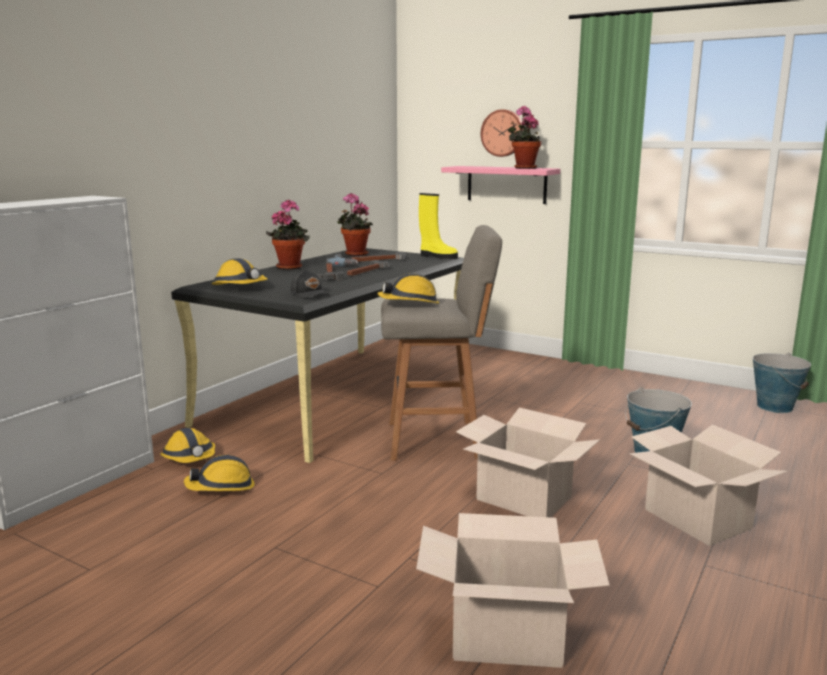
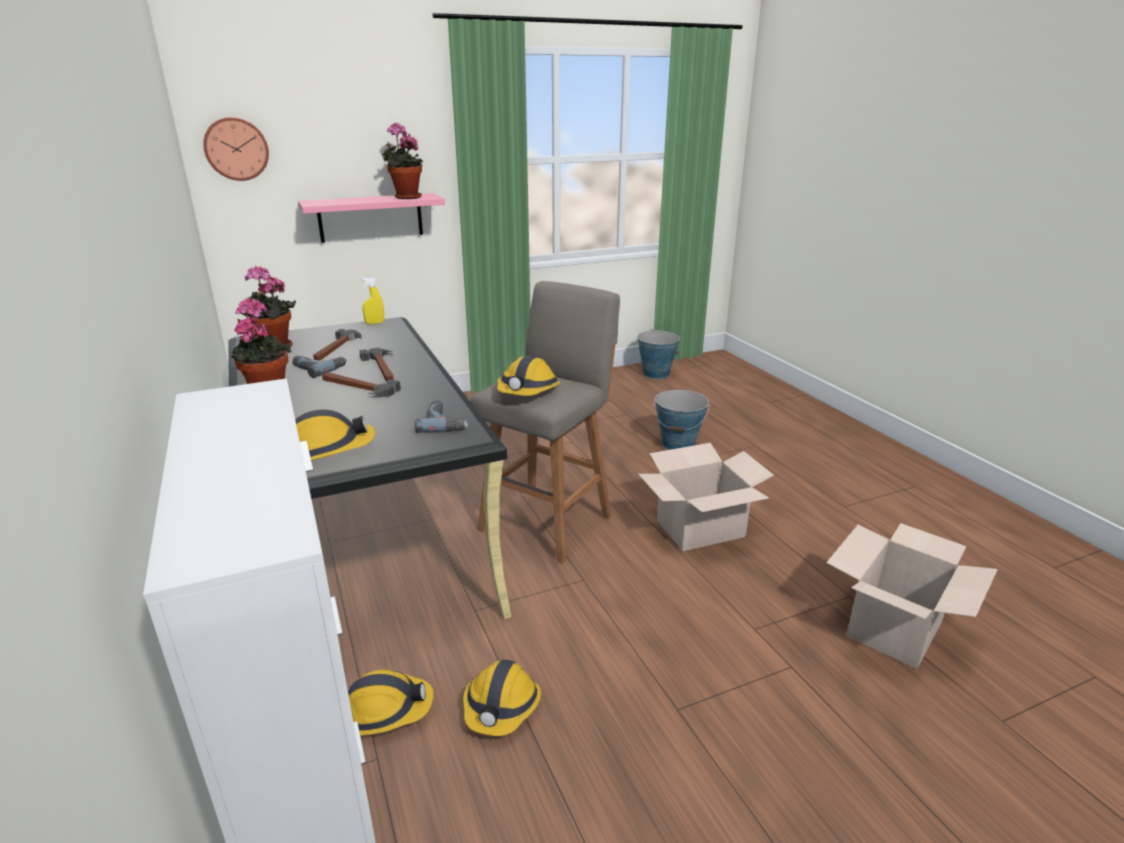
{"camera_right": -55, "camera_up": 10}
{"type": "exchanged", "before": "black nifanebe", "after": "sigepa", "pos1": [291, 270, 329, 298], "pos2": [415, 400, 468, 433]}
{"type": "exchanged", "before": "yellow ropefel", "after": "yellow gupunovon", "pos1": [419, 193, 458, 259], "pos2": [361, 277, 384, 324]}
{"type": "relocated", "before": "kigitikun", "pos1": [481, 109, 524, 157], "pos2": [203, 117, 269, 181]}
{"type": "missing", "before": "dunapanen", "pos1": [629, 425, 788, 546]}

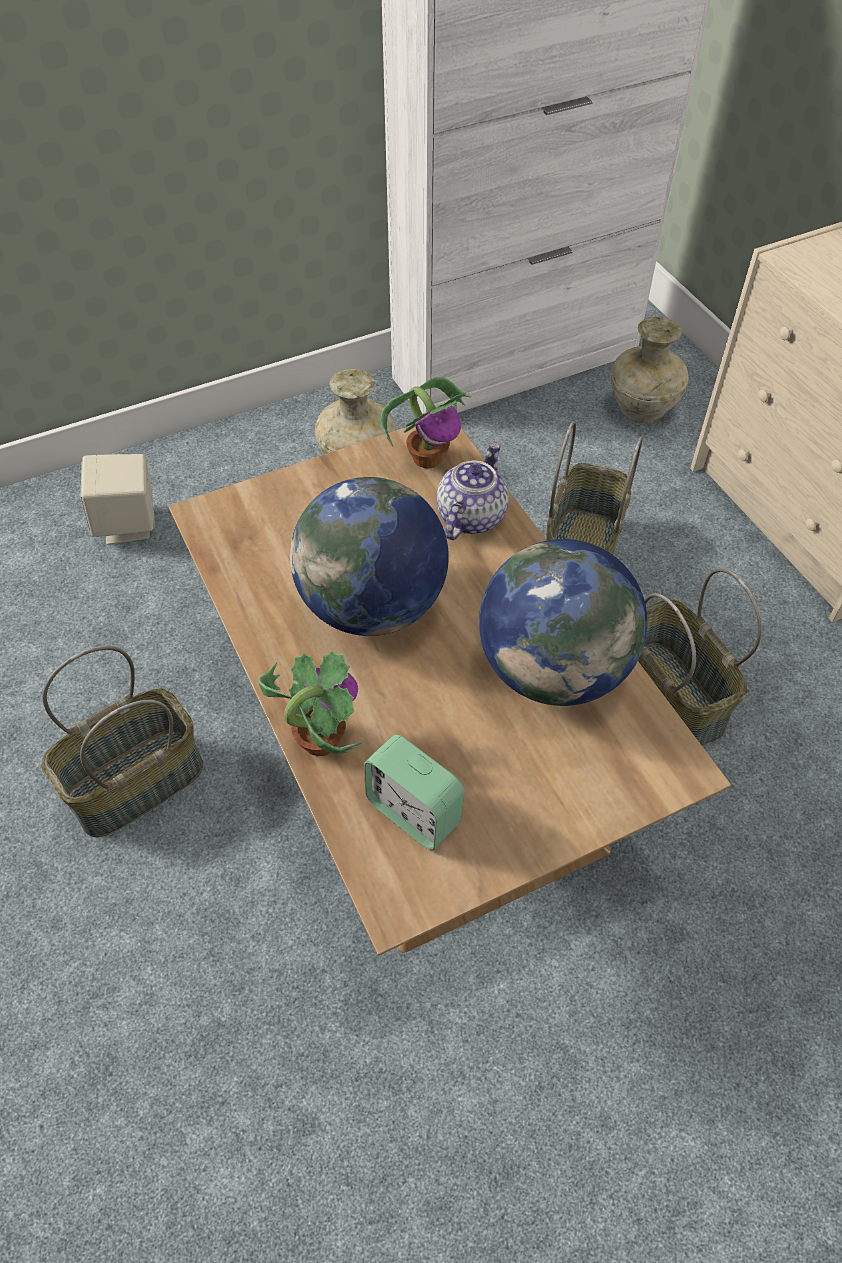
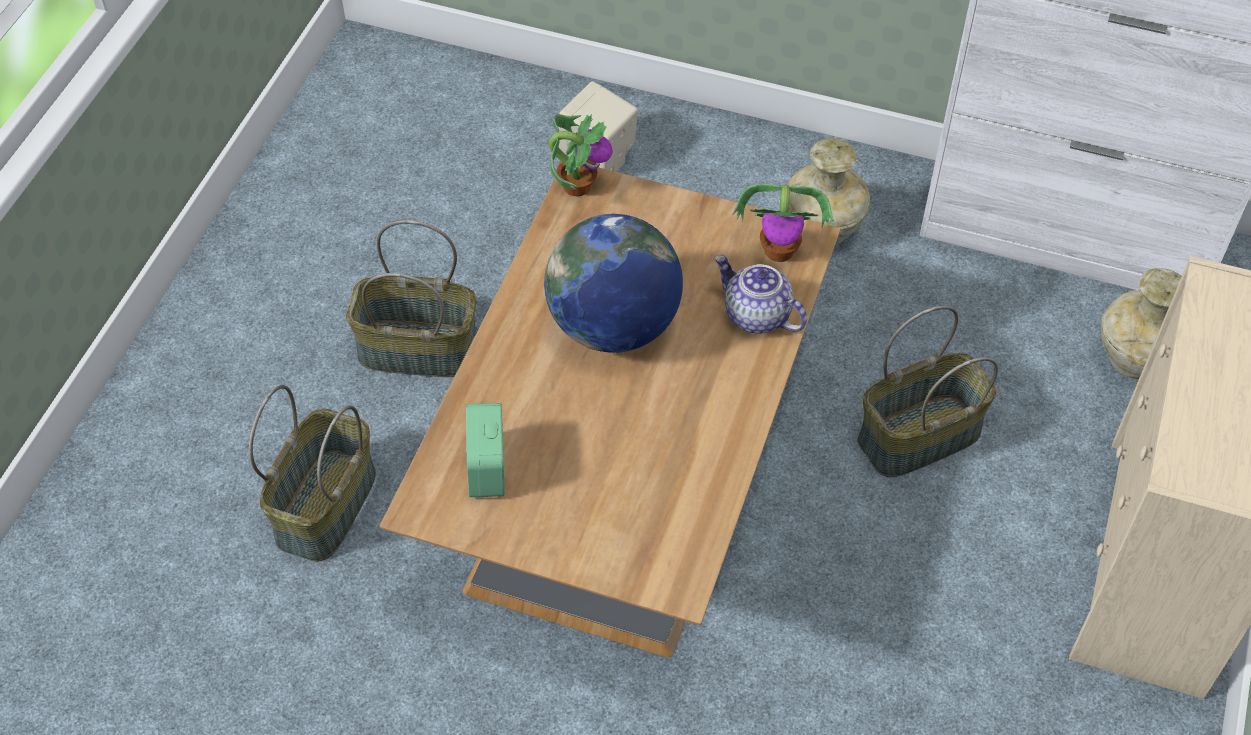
{"camera_right": 45, "camera_up": 0}
{"type": "relocated", "before": "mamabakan", "pos1": [258, 650, 363, 756], "pos2": [549, 114, 613, 196]}
{"type": "spun", "before": "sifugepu", "pos1": [437, 442, 509, 540], "pos2": [714, 255, 807, 334], "turn": -120}
{"type": "missing", "before": "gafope", "pos1": [479, 539, 647, 706]}
{"type": "relocated", "before": "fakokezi", "pos1": [638, 568, 762, 746], "pos2": [249, 385, 376, 562]}

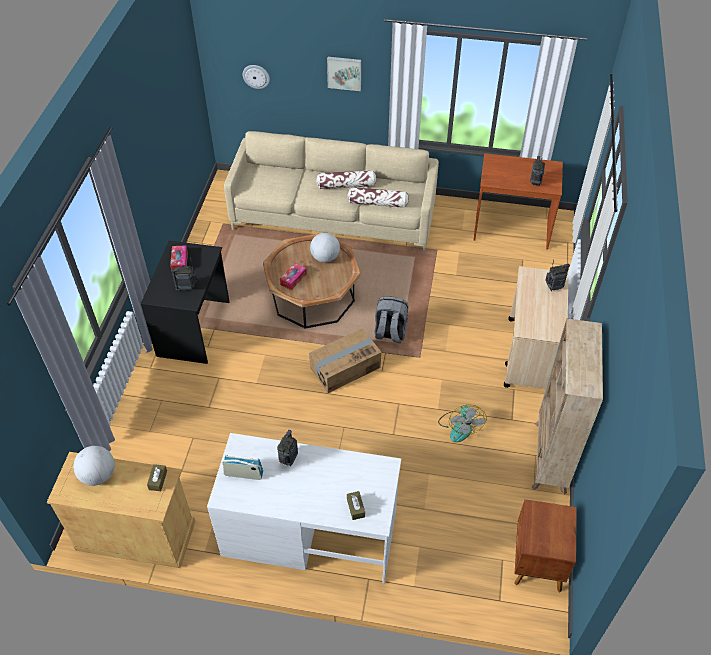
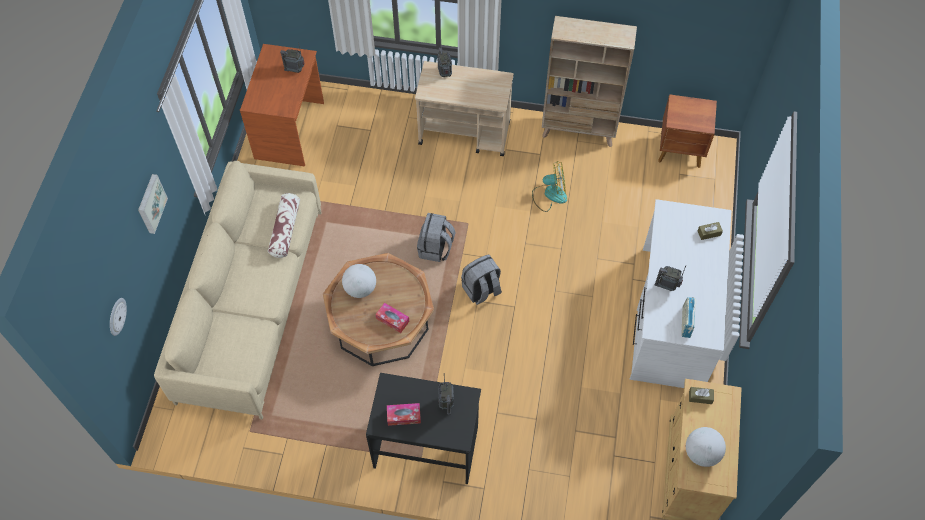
{"camera_right": -90, "camera_up": 10}
{"type": "exchanged", "before": "dunapanen", "after": "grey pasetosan", "pos1": [309, 328, 381, 393], "pos2": [461, 255, 502, 305]}
{"type": "missing", "before": "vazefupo", "pos1": [316, 170, 376, 189]}

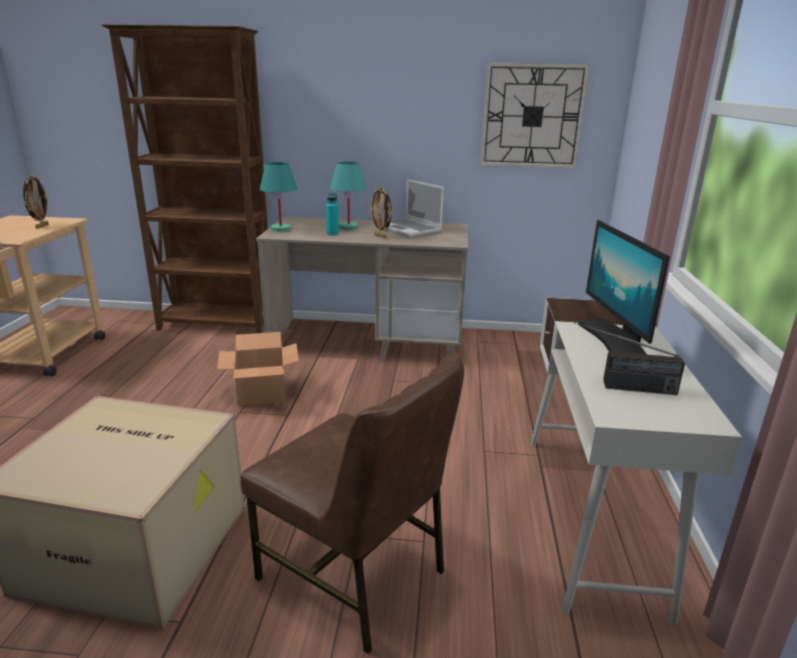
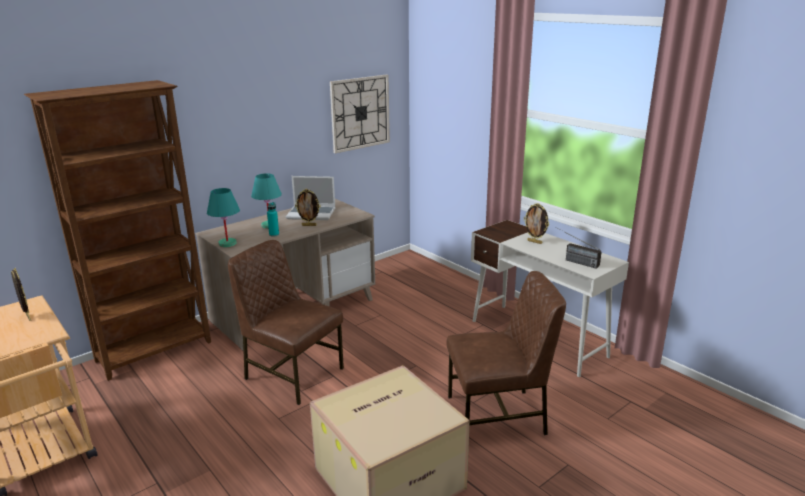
{"camera_right": -45, "camera_up": 0}
{"type": "exchanged", "before": "dunapanen", "after": "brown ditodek", "pos1": [217, 332, 299, 406], "pos2": [228, 240, 344, 405]}
{"type": "spun", "before": "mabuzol", "pos1": [574, 322, 685, 395], "pos2": [555, 227, 602, 269], "turn": 75}
{"type": "exchanged", "before": "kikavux", "after": "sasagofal", "pos1": [578, 220, 670, 355], "pos2": [524, 203, 549, 244]}

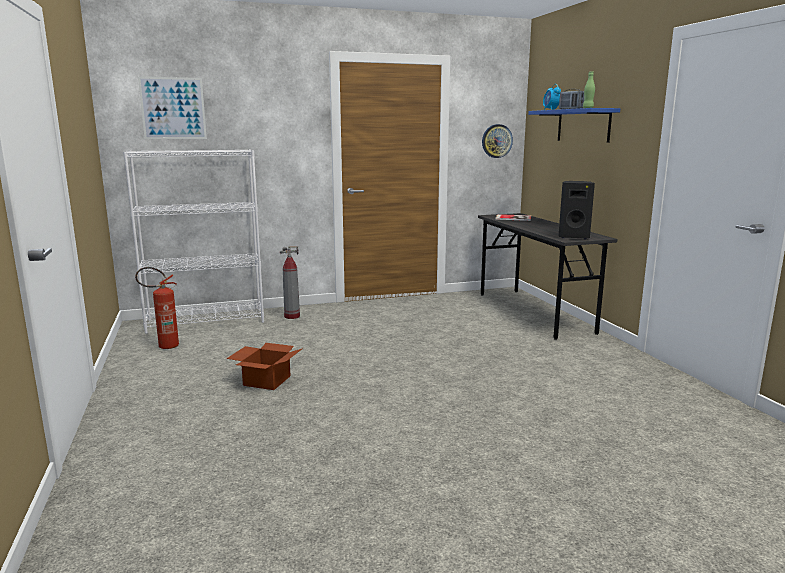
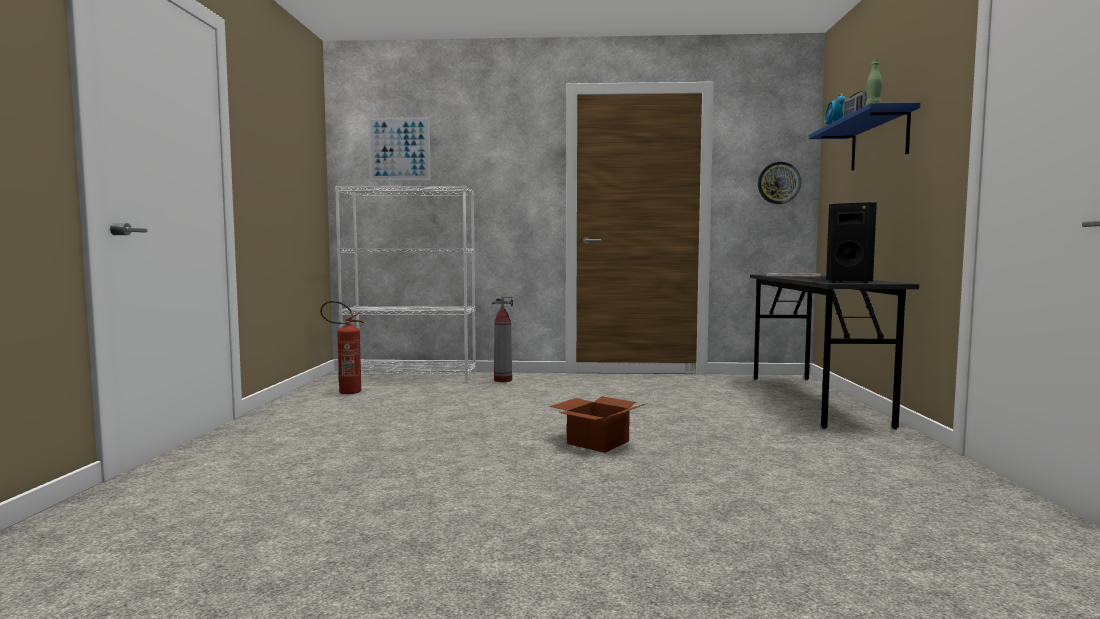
{"camera_right": 20, "camera_up": -10}
{"type": "relocated", "before": "dunapanen", "pos1": [226, 343, 303, 390], "pos2": [550, 396, 647, 453]}

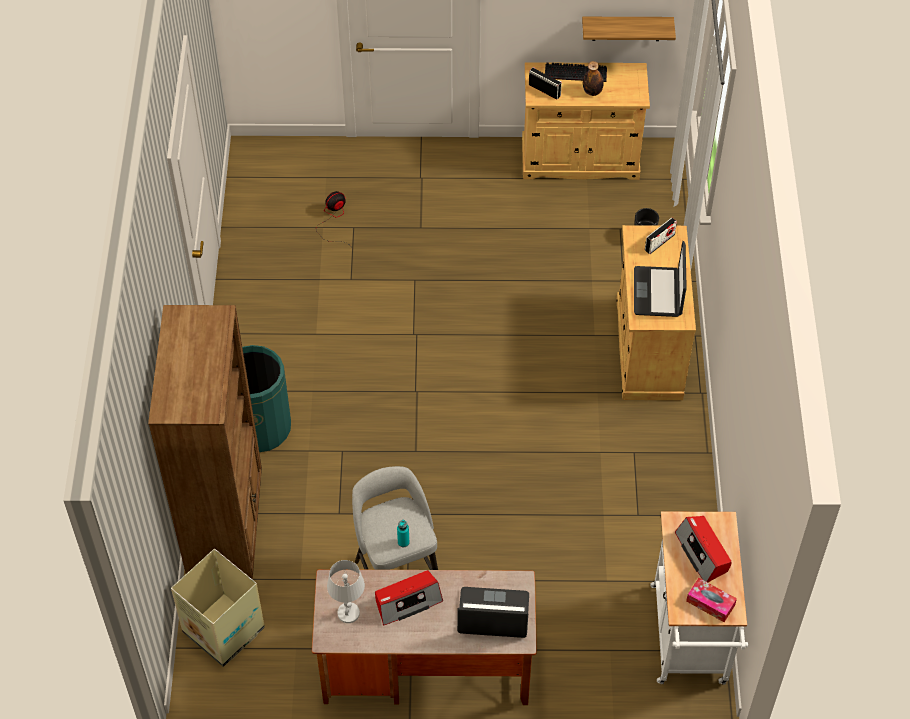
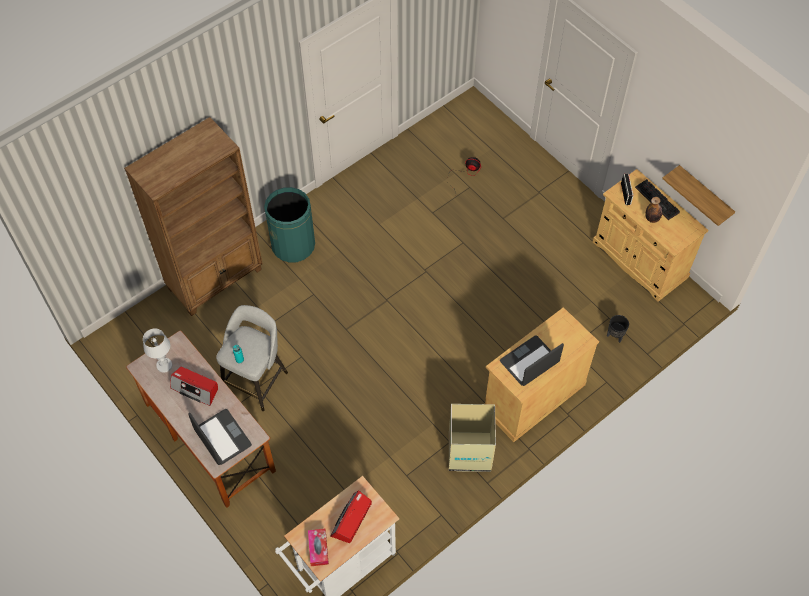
{"camera_right": 50, "camera_up": 5}
{"type": "relocated", "before": "dunapanen", "pos1": [171, 549, 265, 667], "pos2": [449, 404, 496, 472]}
{"type": "missing", "before": "mabuzol", "pos1": [645, 217, 677, 254]}

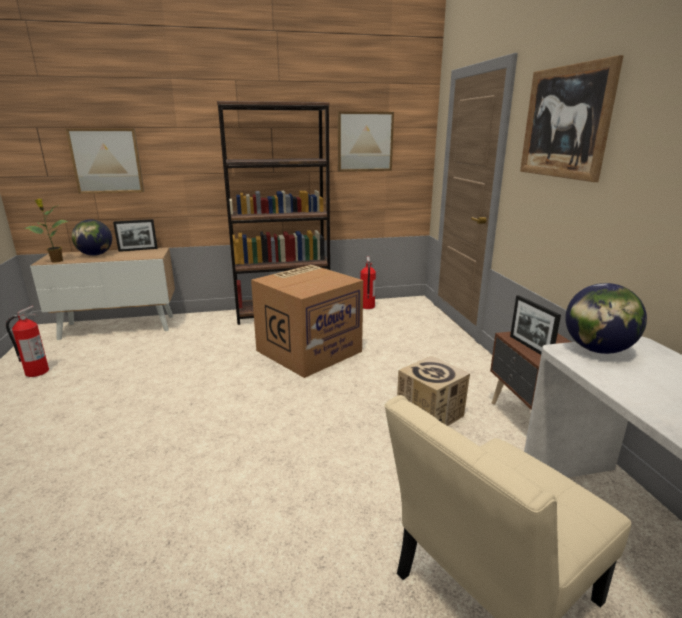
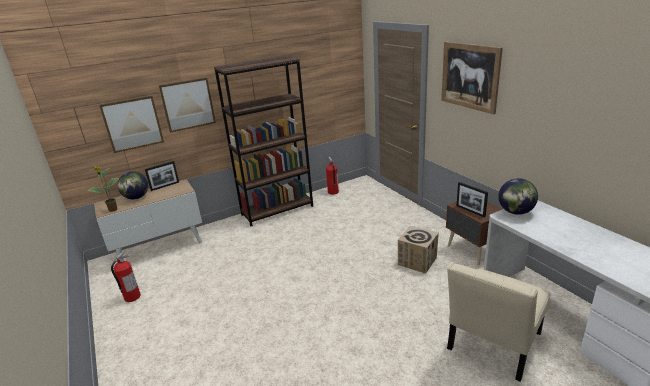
{"camera_right": -15, "camera_up": 5}
{"type": "missing", "before": "dunapanen", "pos1": [251, 265, 363, 378]}
{"type": "relocated", "before": "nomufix", "pos1": [338, 111, 394, 172], "pos2": [158, 78, 216, 133]}

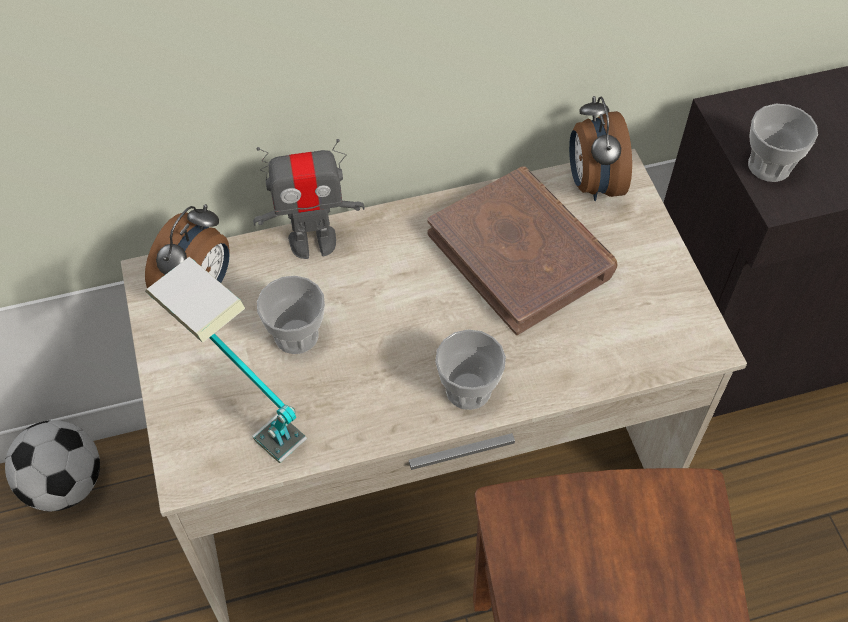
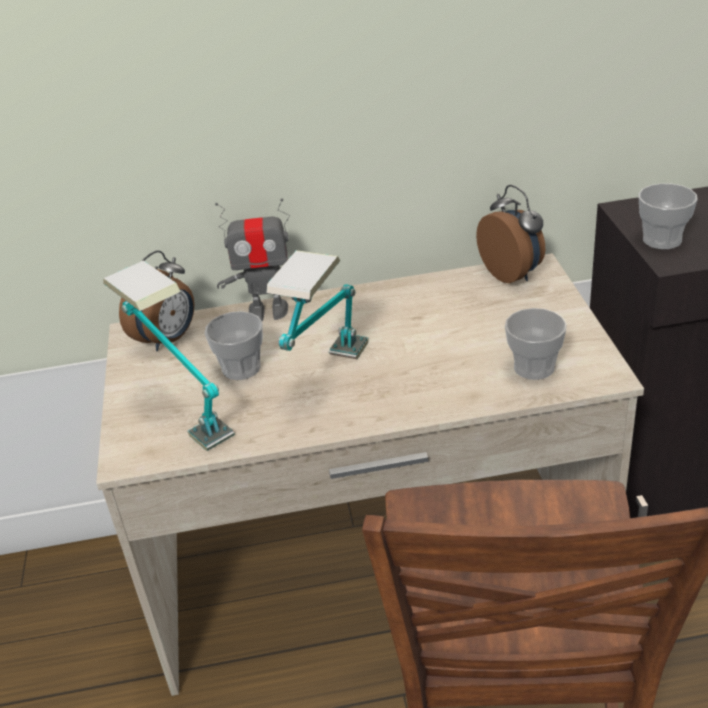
{"camera_right": 10, "camera_up": -20}
{"type": "missing", "before": "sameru", "pos1": [5, 420, 100, 511]}
{"type": "missing", "before": "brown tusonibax", "pos1": [427, 166, 618, 335]}
{"type": "relocated", "before": "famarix", "pos1": [435, 329, 506, 410], "pos2": [505, 308, 567, 380]}
{"type": "spun", "before": "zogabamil", "pos1": [569, 96, 632, 201], "pos2": [476, 185, 545, 283], "turn": 150}
{"type": "appeared", "after": "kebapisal", "pos2": [266, 250, 369, 359]}

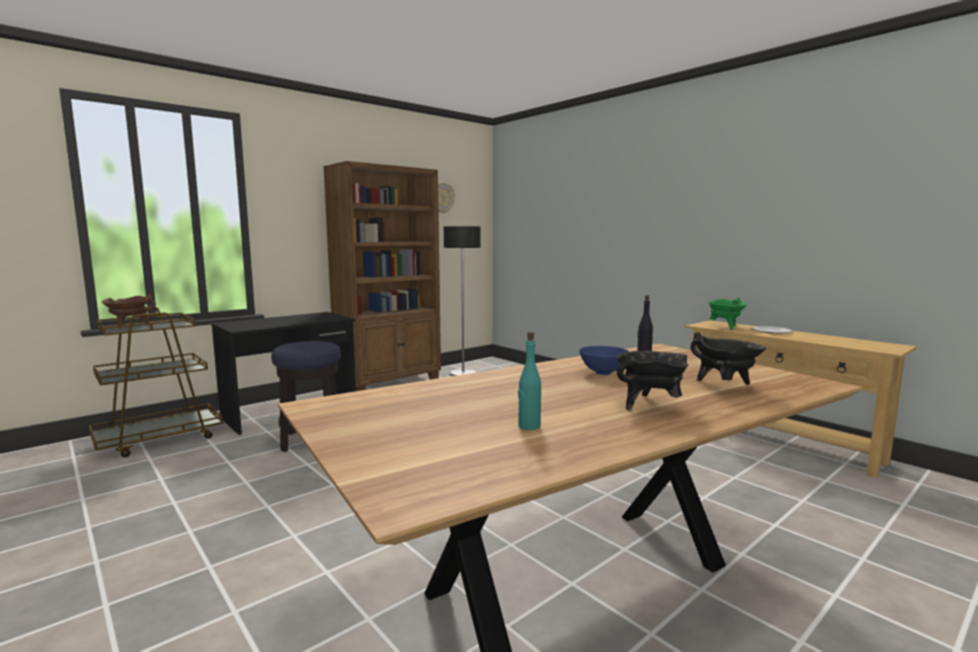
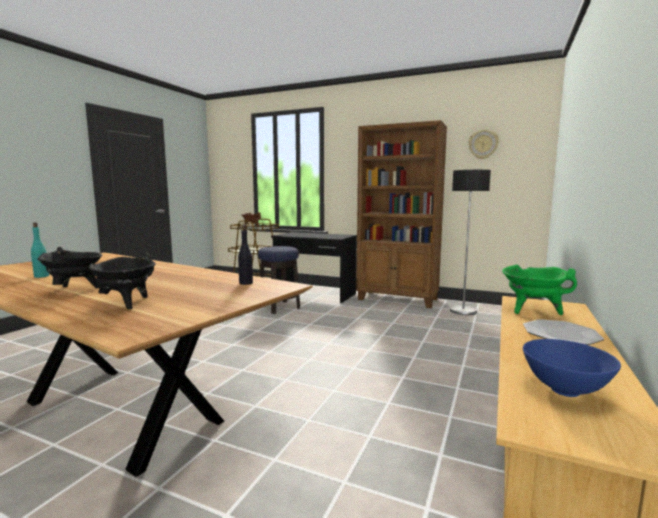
{"camera_right": 65, "camera_up": 0}
{"type": "relocated", "before": "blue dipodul", "pos1": [579, 346, 629, 375], "pos2": [523, 339, 621, 397]}

